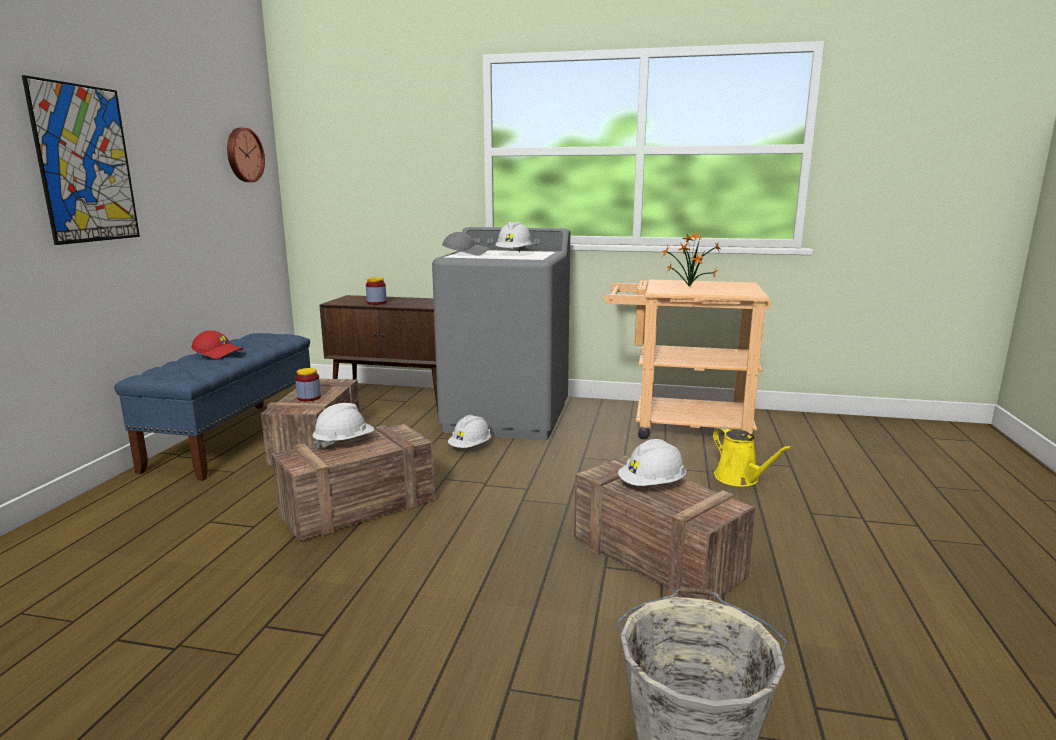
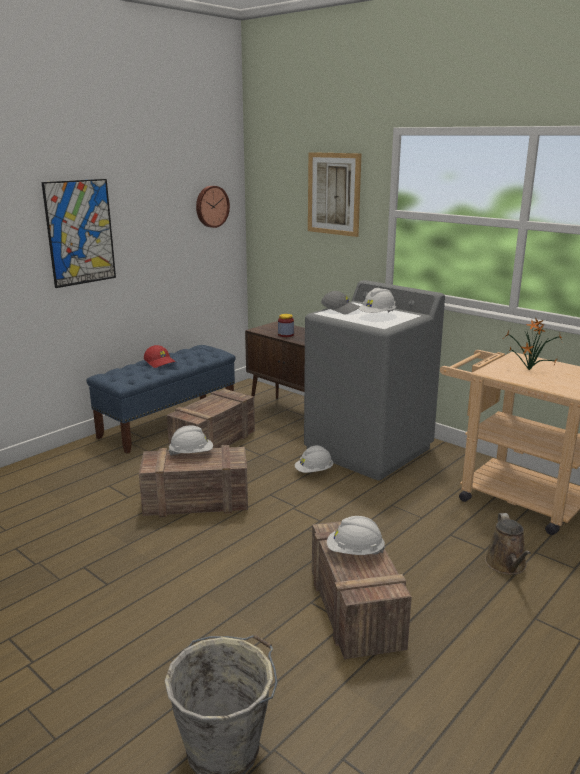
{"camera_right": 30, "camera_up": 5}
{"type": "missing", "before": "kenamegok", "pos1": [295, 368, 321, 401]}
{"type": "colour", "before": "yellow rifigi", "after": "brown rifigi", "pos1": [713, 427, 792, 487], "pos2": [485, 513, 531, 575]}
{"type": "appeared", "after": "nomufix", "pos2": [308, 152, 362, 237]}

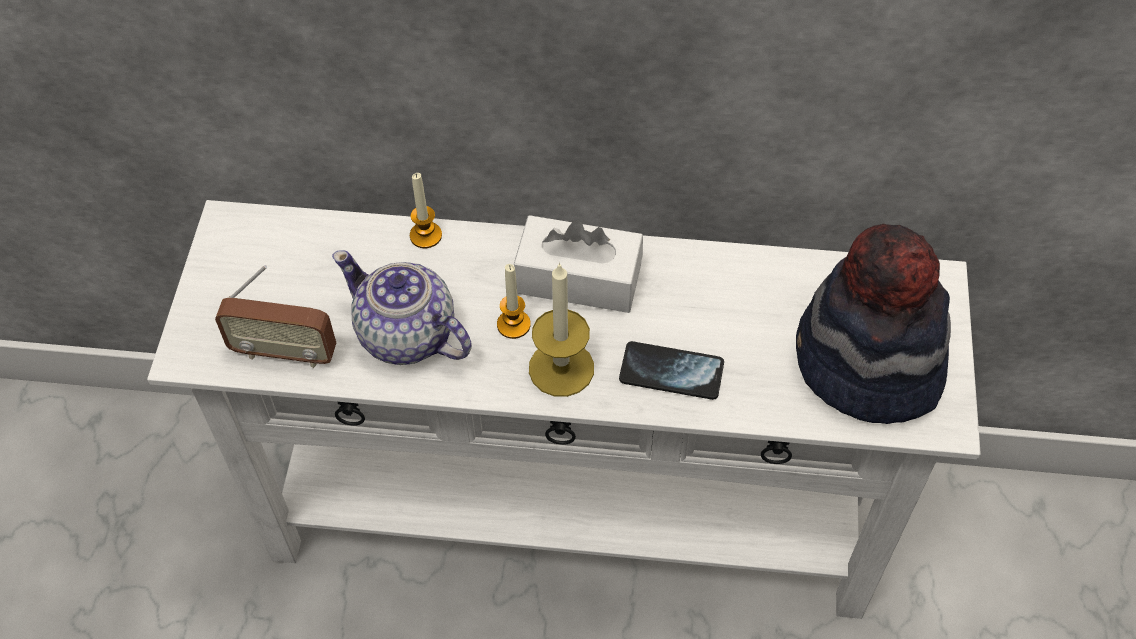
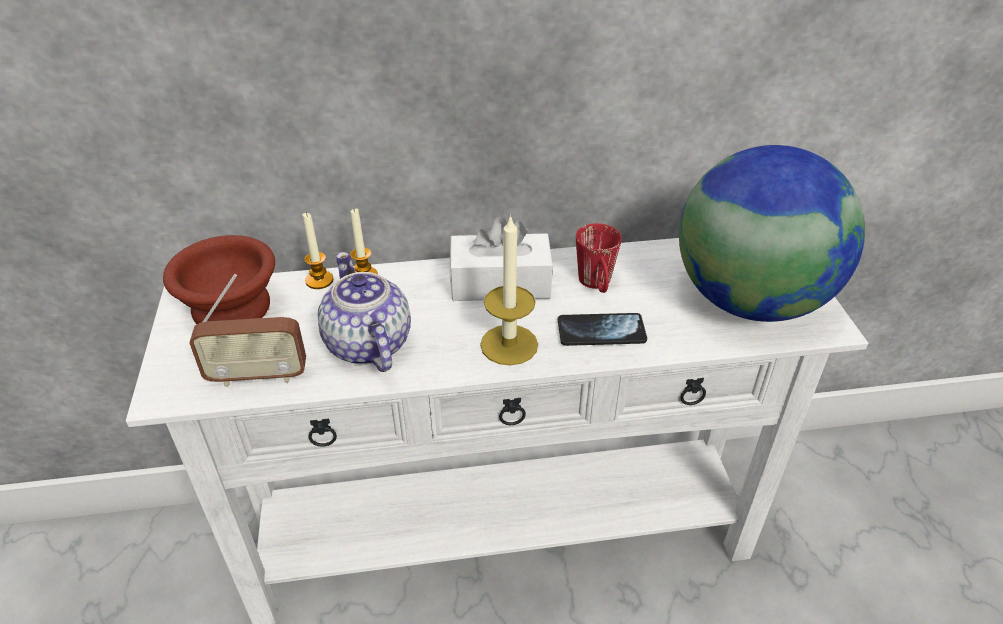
{"camera_right": -15, "camera_up": -15}
{"type": "spun", "before": "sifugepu", "pos1": [332, 250, 472, 365], "pos2": [318, 252, 411, 372], "turn": 45}
{"type": "relocated", "before": "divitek", "pos1": [497, 264, 531, 339], "pos2": [303, 212, 333, 289]}
{"type": "exchanged", "before": "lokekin", "after": "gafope", "pos1": [796, 224, 951, 424], "pos2": [679, 145, 865, 322]}
{"type": "appeared", "after": "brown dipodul", "pos2": [163, 235, 275, 324]}
{"type": "appeared", "after": "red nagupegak", "pos2": [576, 223, 622, 293]}

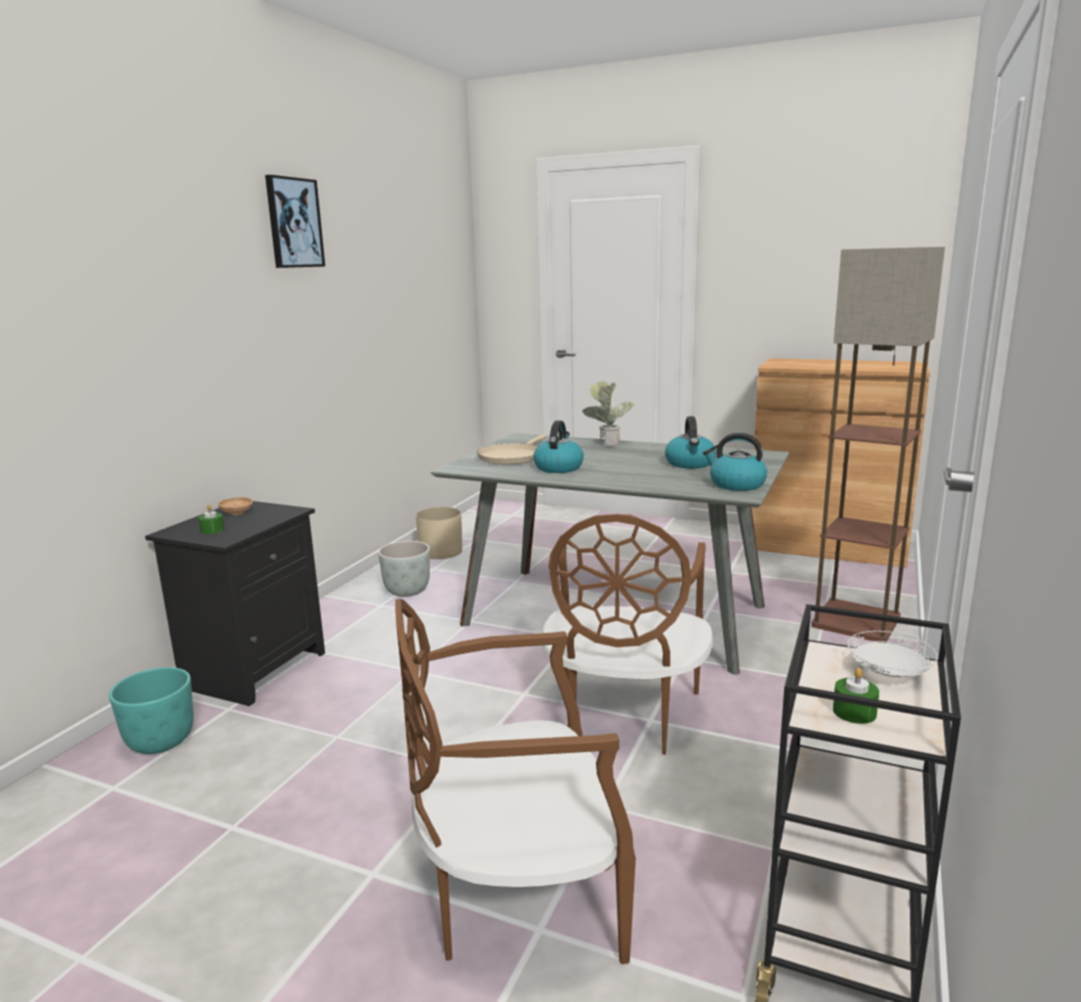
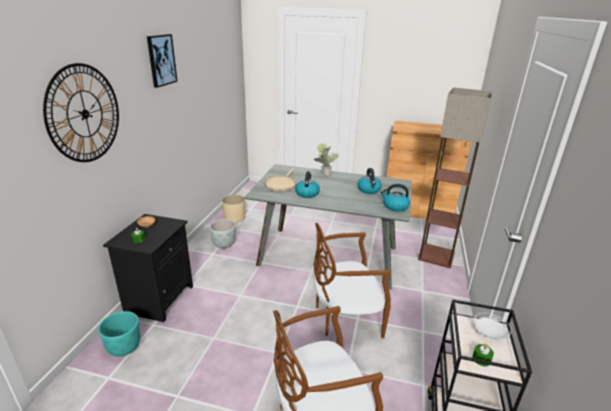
{"camera_right": -10, "camera_up": 10}
{"type": "spun", "before": "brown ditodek", "pos1": [542, 514, 713, 755], "pos2": [314, 223, 391, 338], "turn": 75}
{"type": "appeared", "after": "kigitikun", "pos2": [43, 63, 119, 162]}

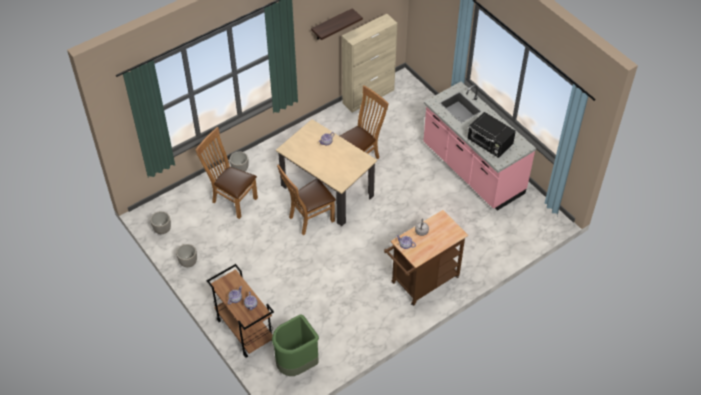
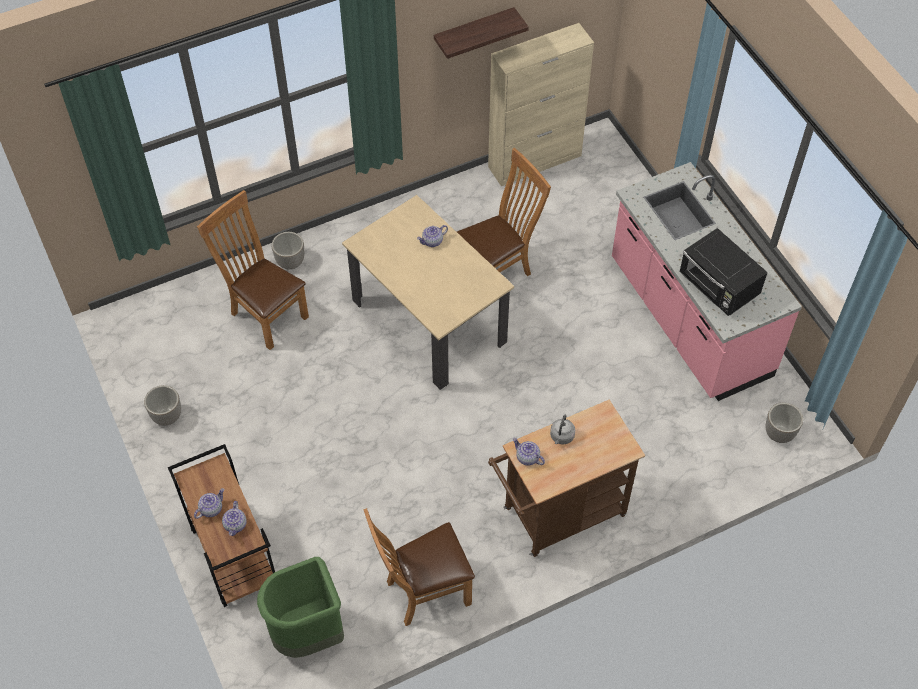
{"camera_right": 10, "camera_up": 5}
{"type": "relocated", "before": "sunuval", "pos1": [150, 211, 171, 234], "pos2": [766, 403, 803, 443]}
{"type": "relocated", "before": "brown ditodek", "pos1": [277, 164, 336, 235], "pos2": [364, 508, 475, 626]}

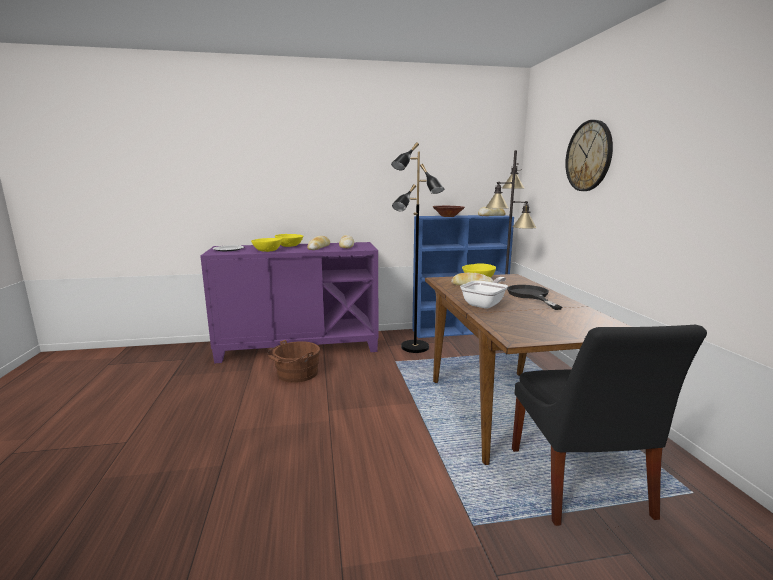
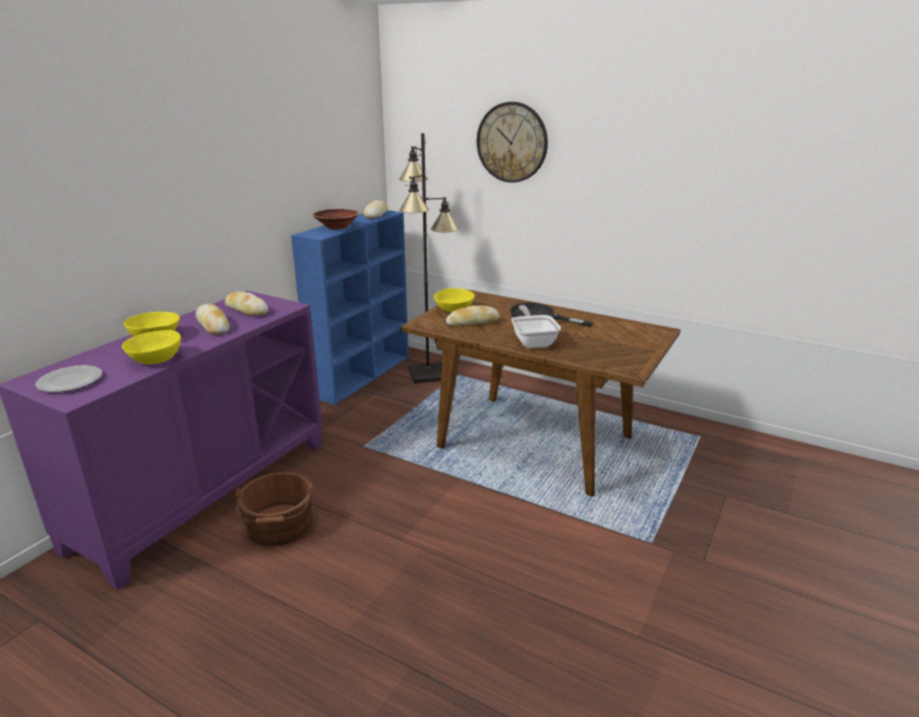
{"camera_right": -50, "camera_up": 10}
{"type": "missing", "before": "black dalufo", "pos1": [391, 142, 444, 353]}
{"type": "missing", "before": "black ditodek", "pos1": [512, 325, 707, 526]}

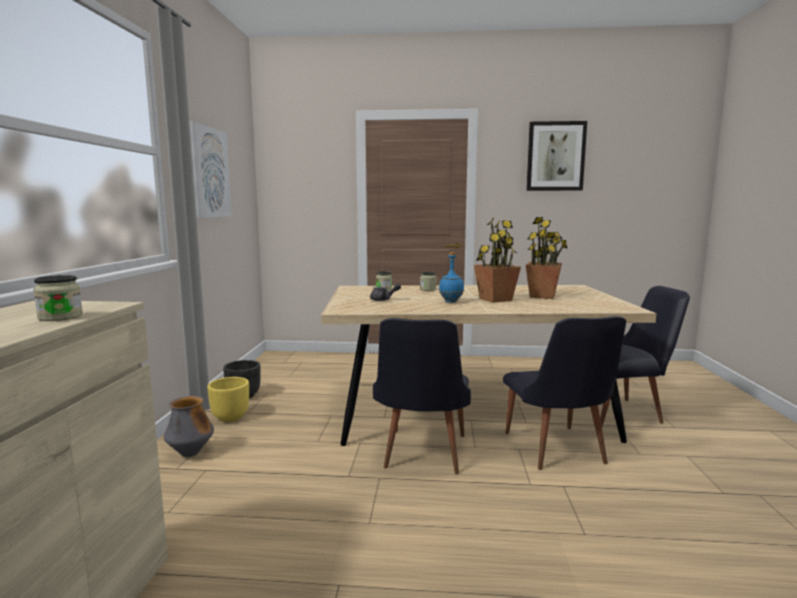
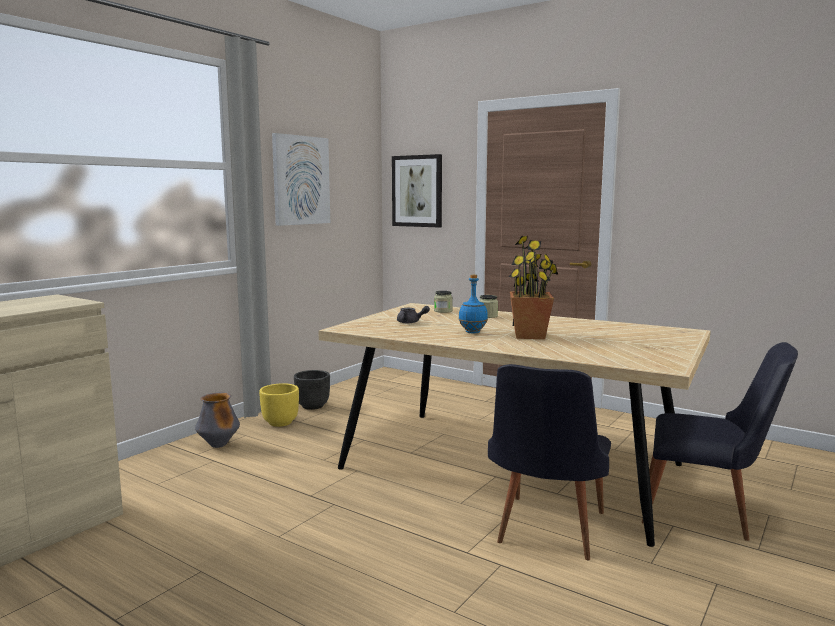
{"camera_right": 30, "camera_up": 0}
{"type": "missing", "before": "kenamegok", "pos1": [33, 275, 83, 321]}
{"type": "missing", "before": "black ditodek", "pos1": [373, 318, 471, 474]}
{"type": "relocated", "before": "nomufix", "pos1": [526, 121, 587, 191], "pos2": [392, 154, 442, 227]}
{"type": "missing", "before": "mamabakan", "pos1": [526, 217, 568, 299]}

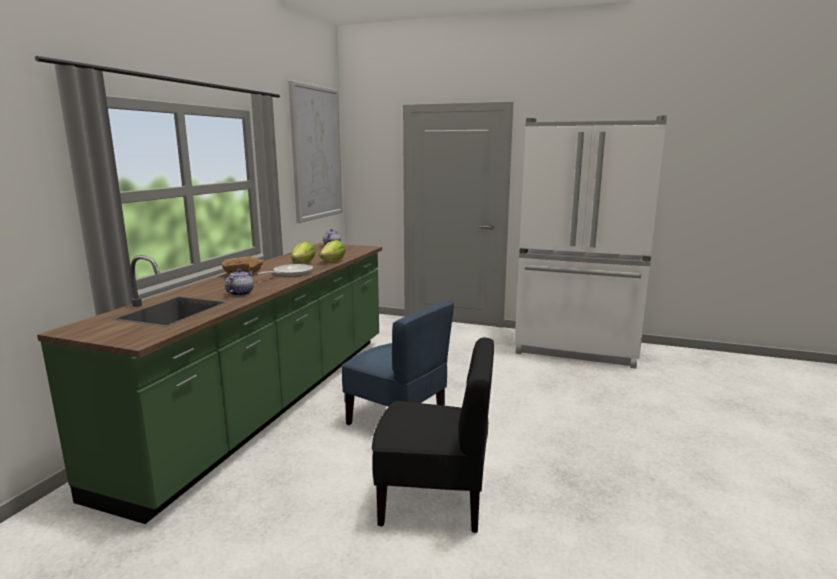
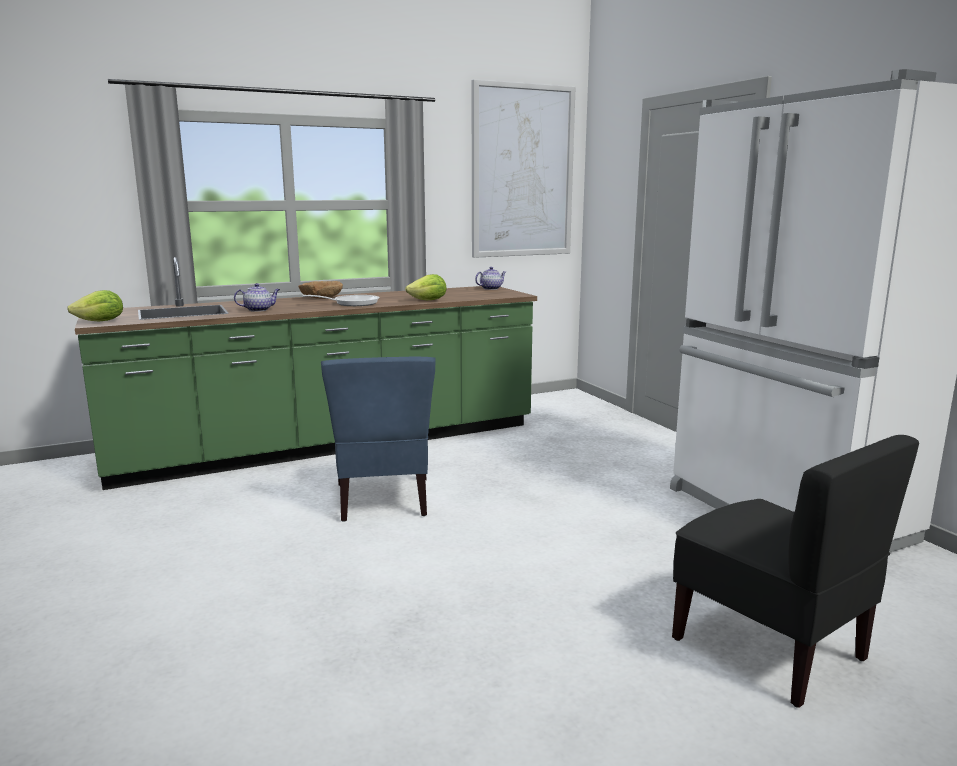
{"camera_right": 45, "camera_up": 0}
{"type": "relocated", "before": "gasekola", "pos1": [291, 242, 315, 264], "pos2": [67, 290, 123, 321]}
{"type": "relocated", "before": "black ditodek", "pos1": [372, 338, 494, 533], "pos2": [672, 435, 919, 708]}

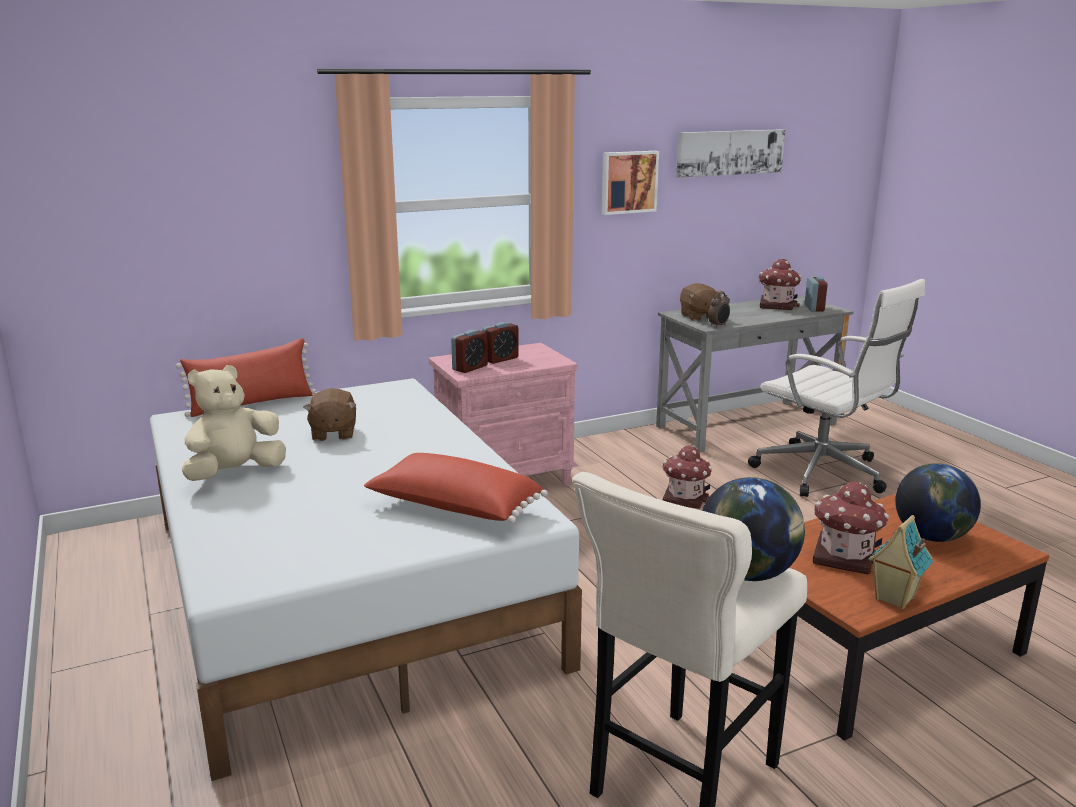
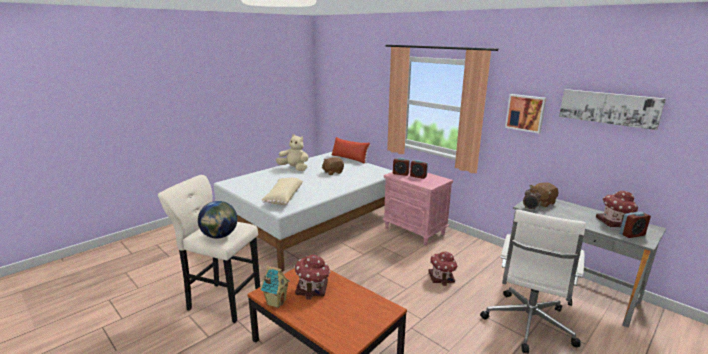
{"camera_right": 70, "camera_up": 0}
{"type": "colour", "before": "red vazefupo", "after": "beige vazefupo", "pos1": [364, 453, 548, 523], "pos2": [262, 178, 303, 205]}
{"type": "missing", "before": "gafope", "pos1": [895, 463, 981, 542]}

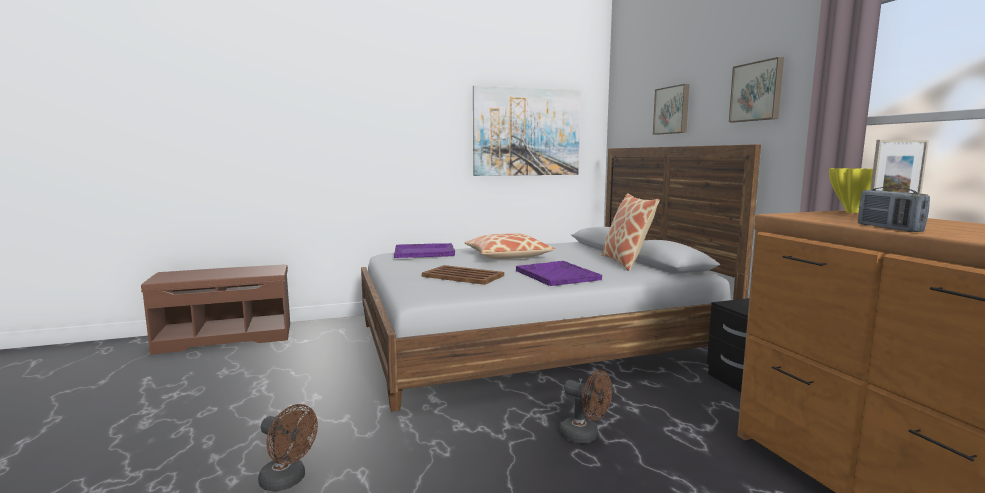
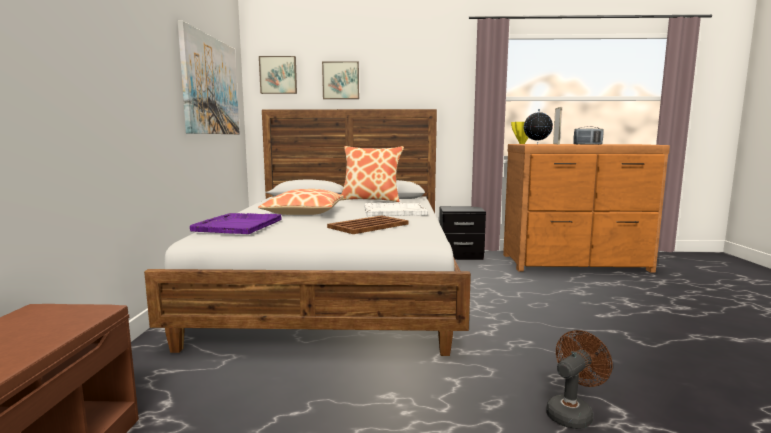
{"camera_right": -70, "camera_up": 0}
{"type": "colour", "before": "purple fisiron", "after": "white fisiron", "pos1": [516, 261, 602, 286], "pos2": [364, 203, 428, 216]}
{"type": "missing", "before": "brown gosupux", "pos1": [560, 370, 612, 444]}
{"type": "relocated", "before": "nomufix", "pos1": [729, 57, 784, 122], "pos2": [259, 56, 297, 94]}
{"type": "appeared", "after": "gafope", "pos2": [524, 109, 553, 145]}

